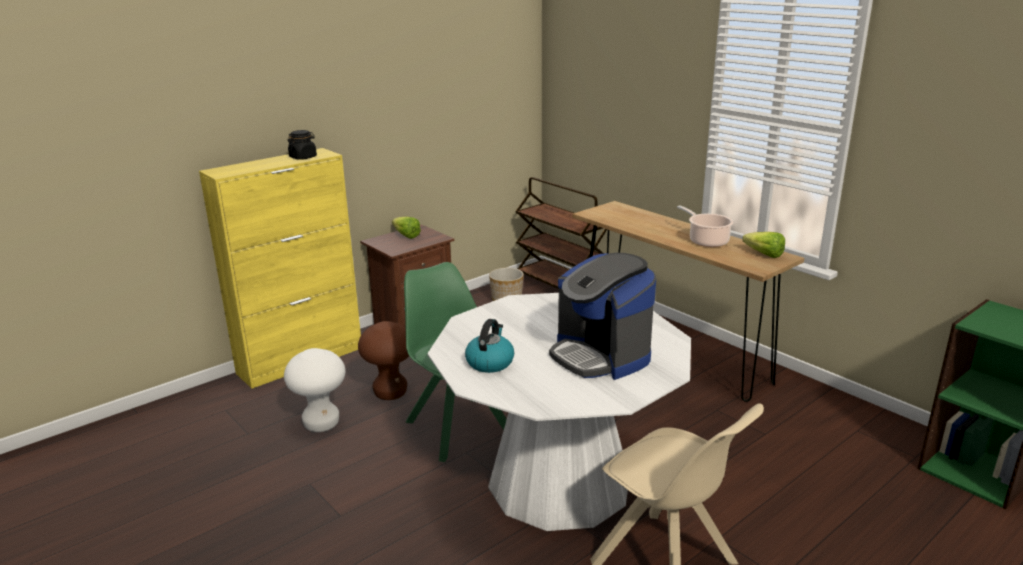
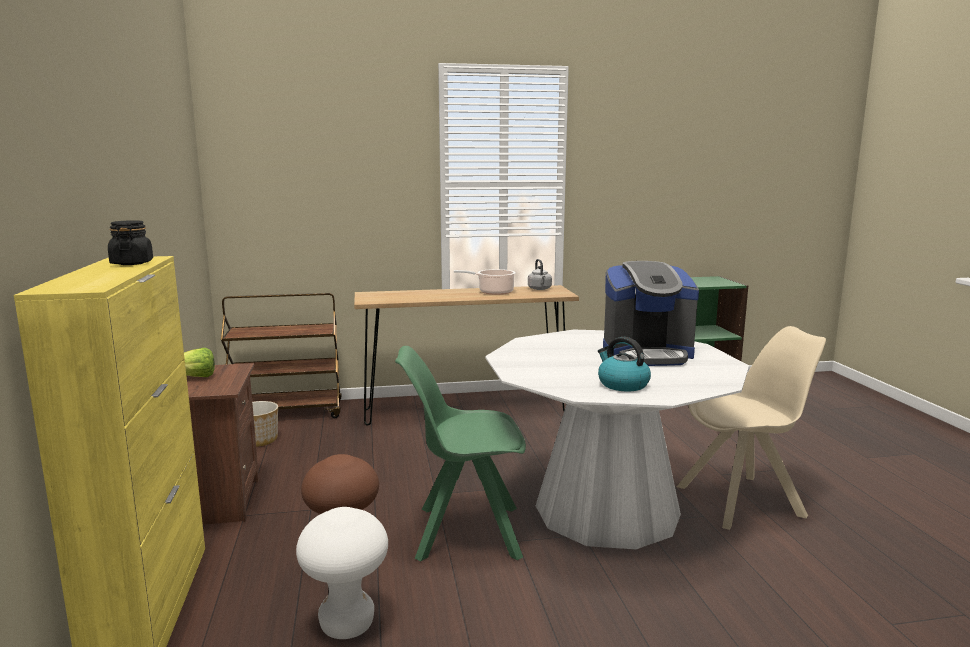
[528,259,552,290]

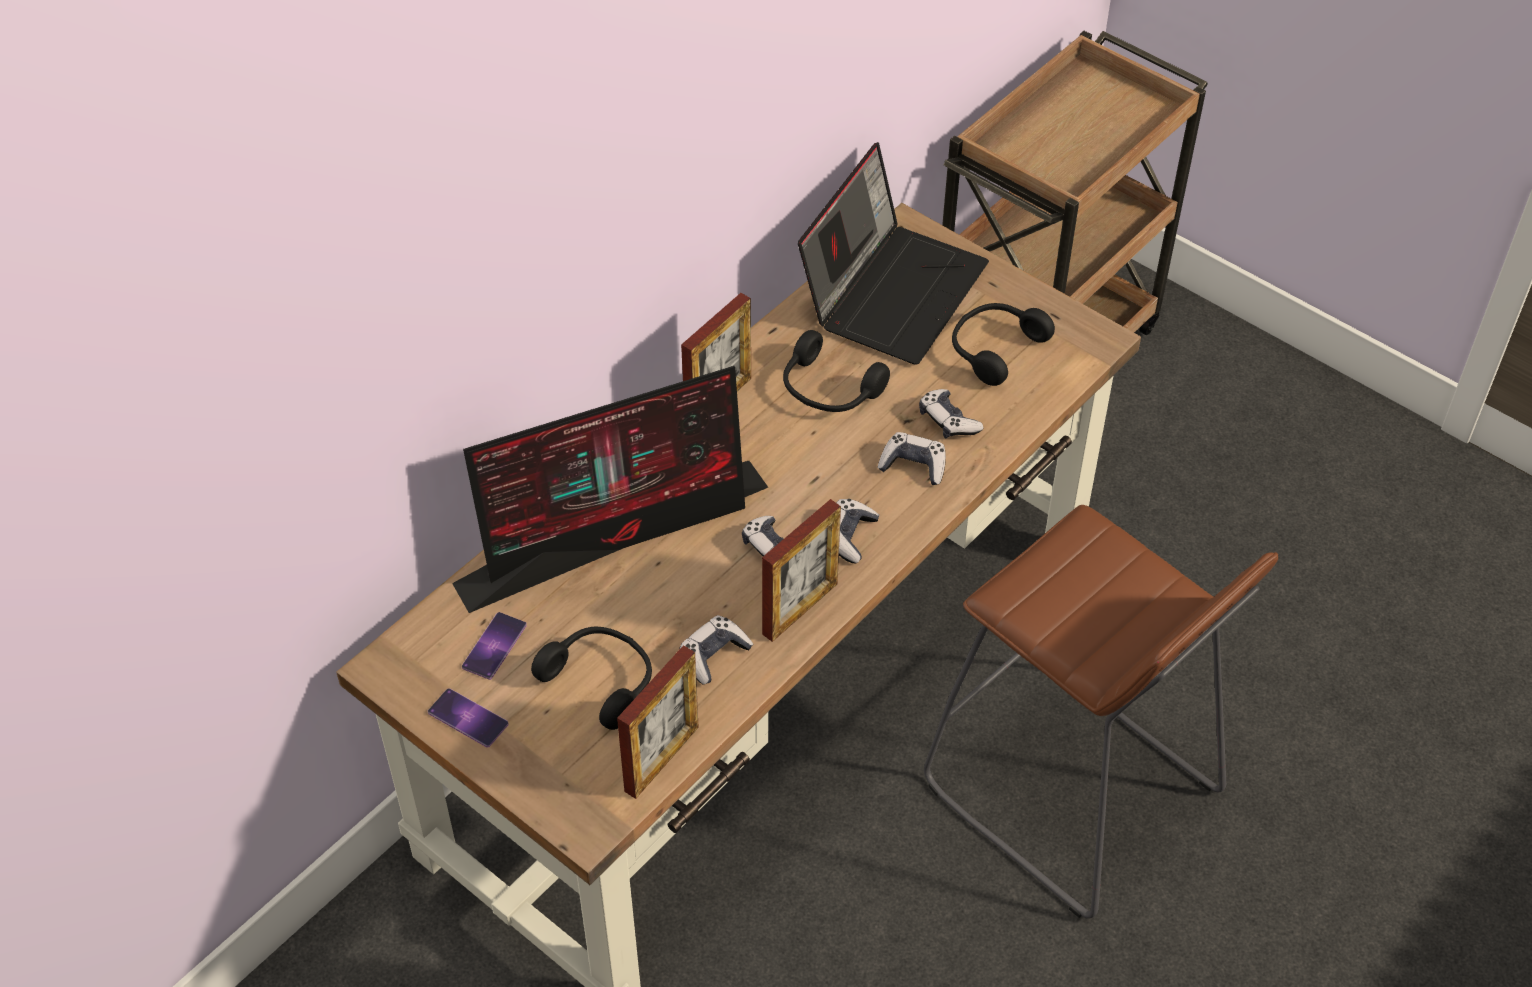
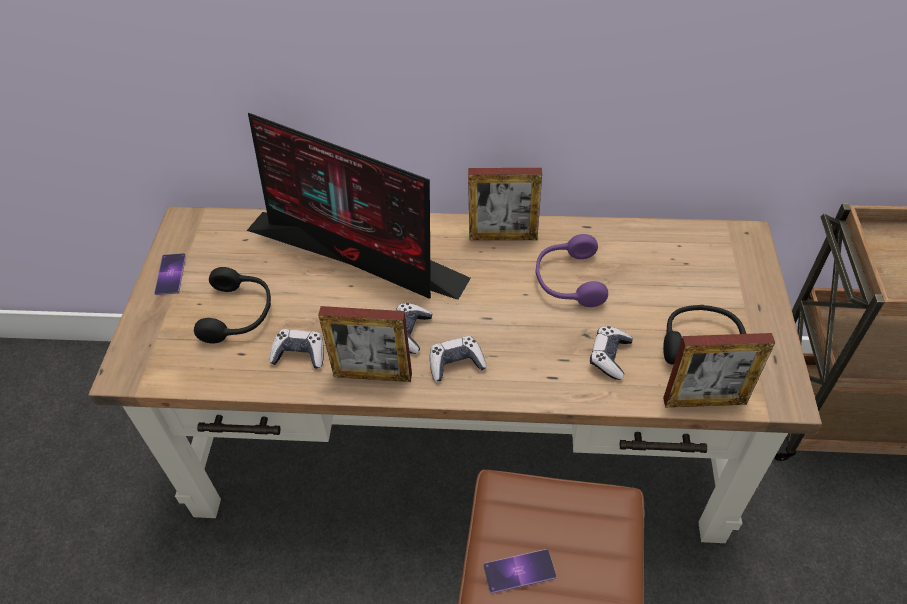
[483,549,556,594]
[535,234,608,307]
[663,333,775,407]
[798,142,989,365] (first image)
[877,432,946,485] (first image)

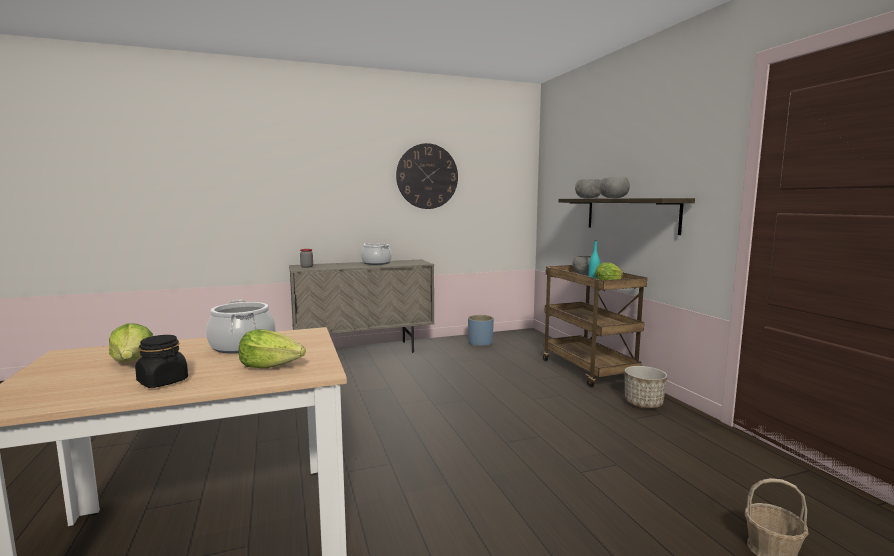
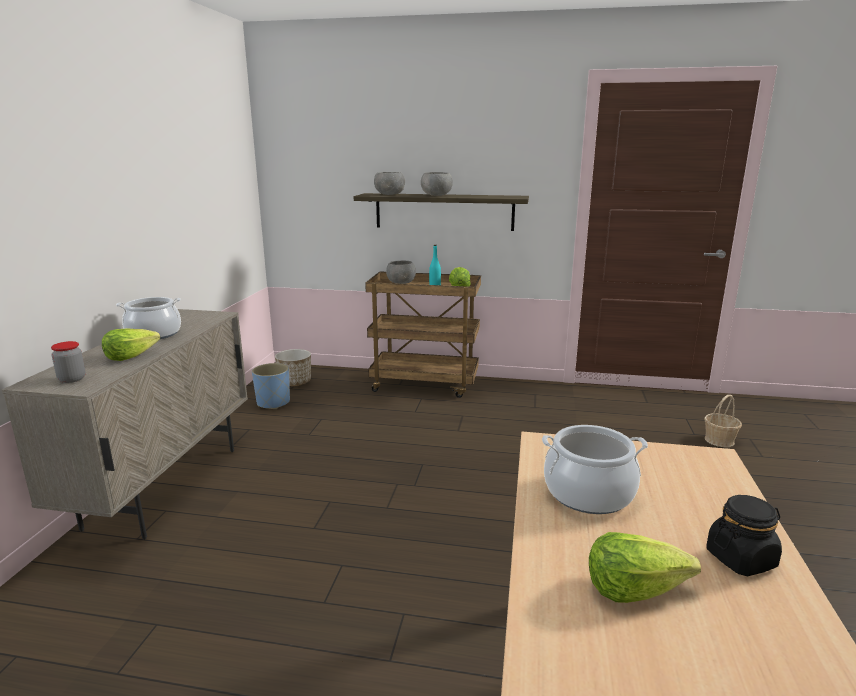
[102,328,160,361]
[275,349,311,386]
[396,143,458,209] (first image)

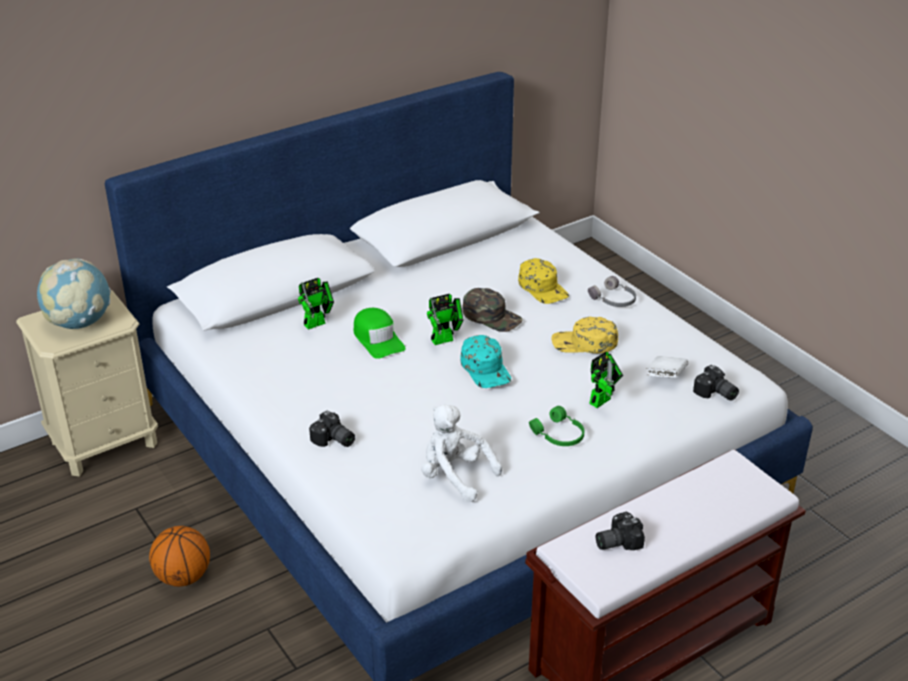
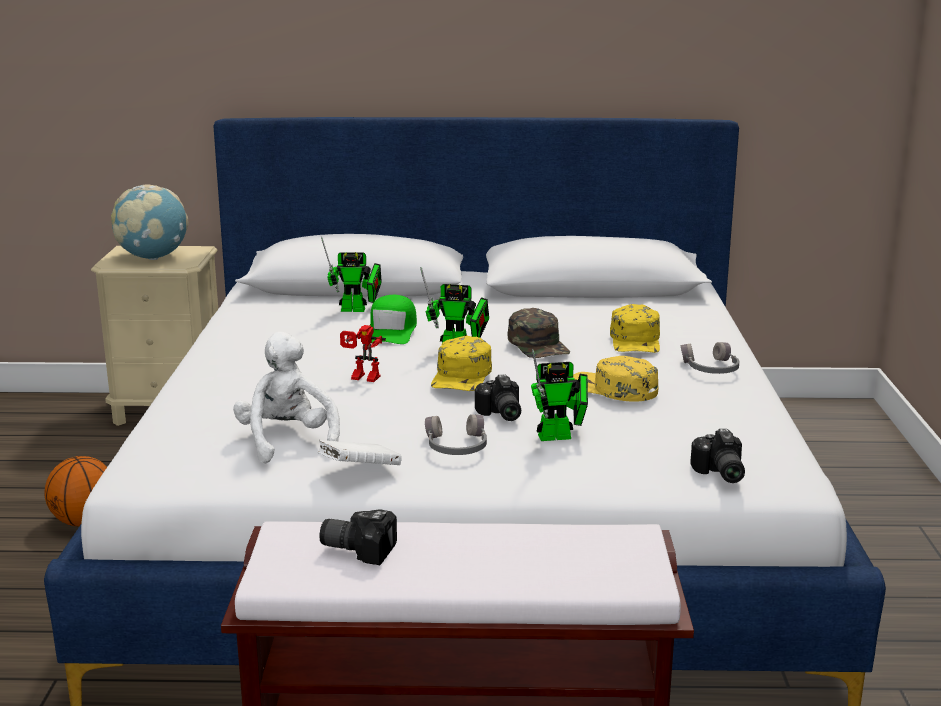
[318,440,402,465]
[340,325,386,382]
[425,414,487,455]
[431,336,492,391]
[475,374,521,421]

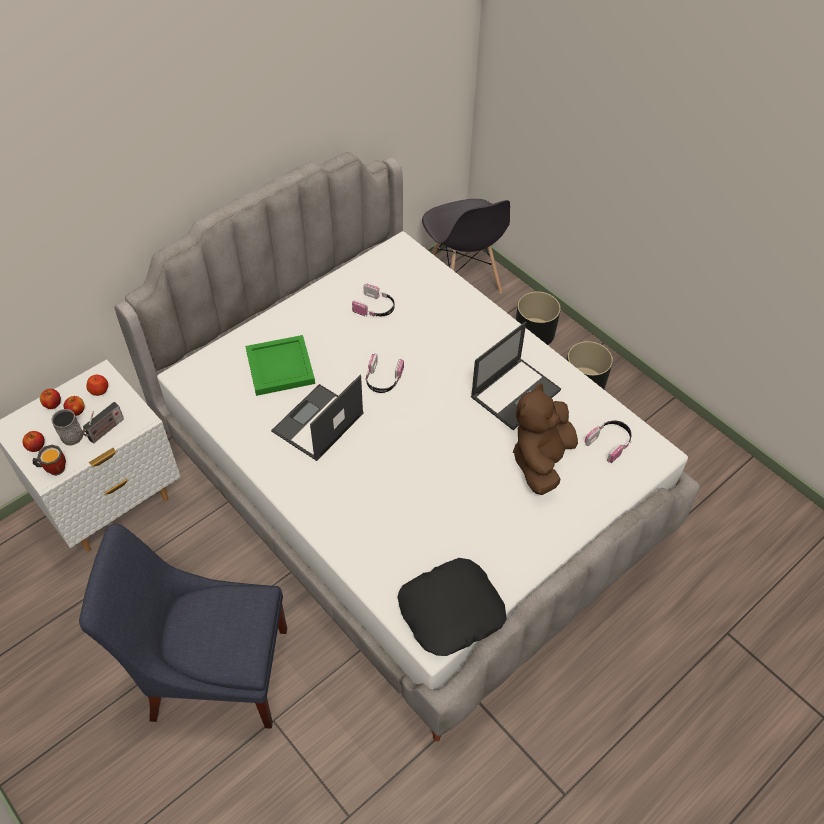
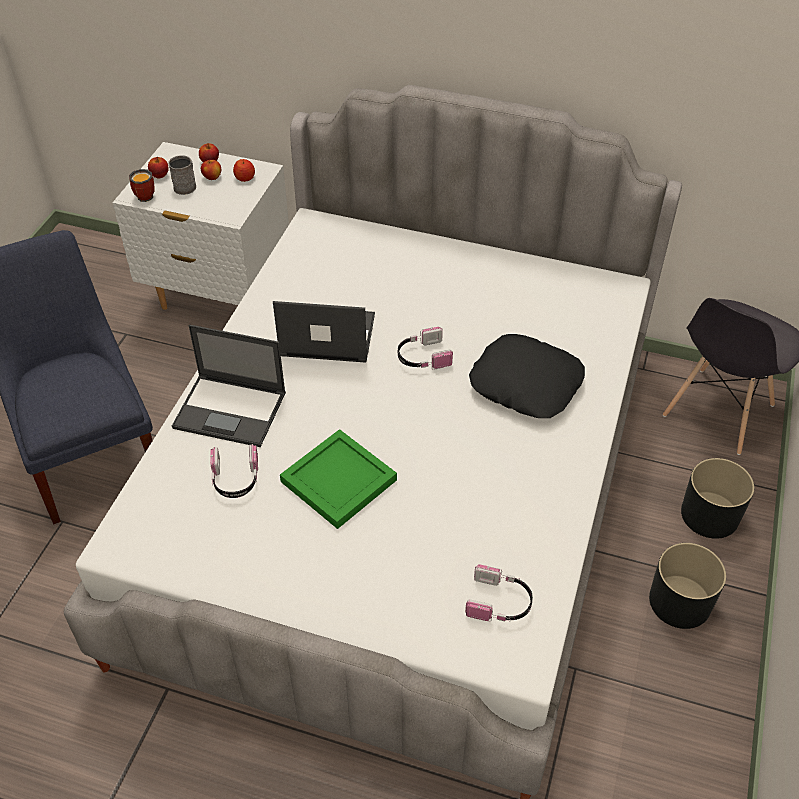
[172,325,286,447]
[210,444,258,498]
[280,429,397,529]
[469,334,585,418]
[82,402,124,444] (first image)
[513,383,578,495] (first image)

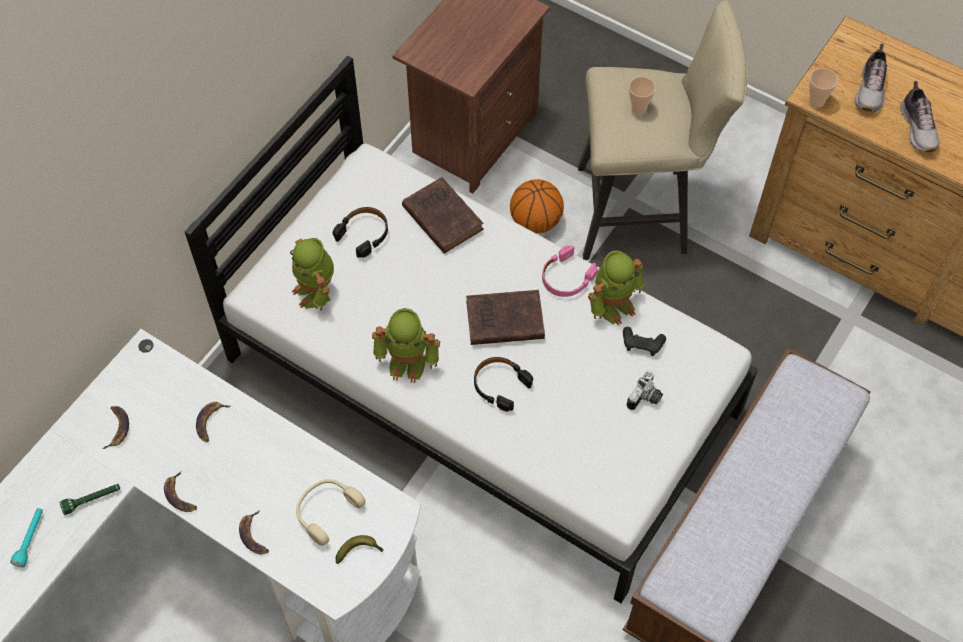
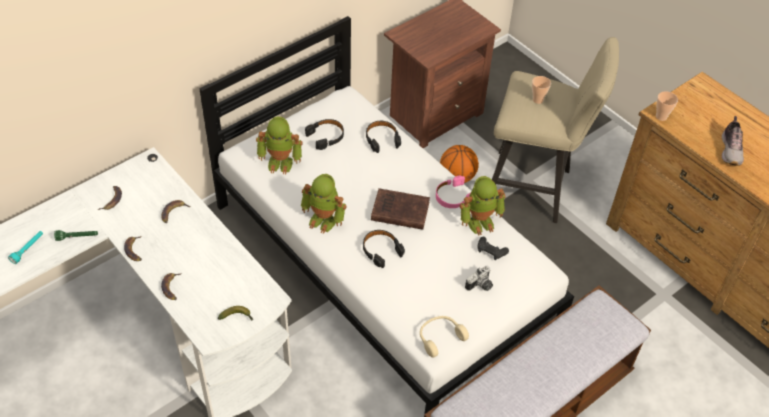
[256,116,303,174]
[366,121,401,153]
[420,316,469,357]
[855,43,887,112] (first image)

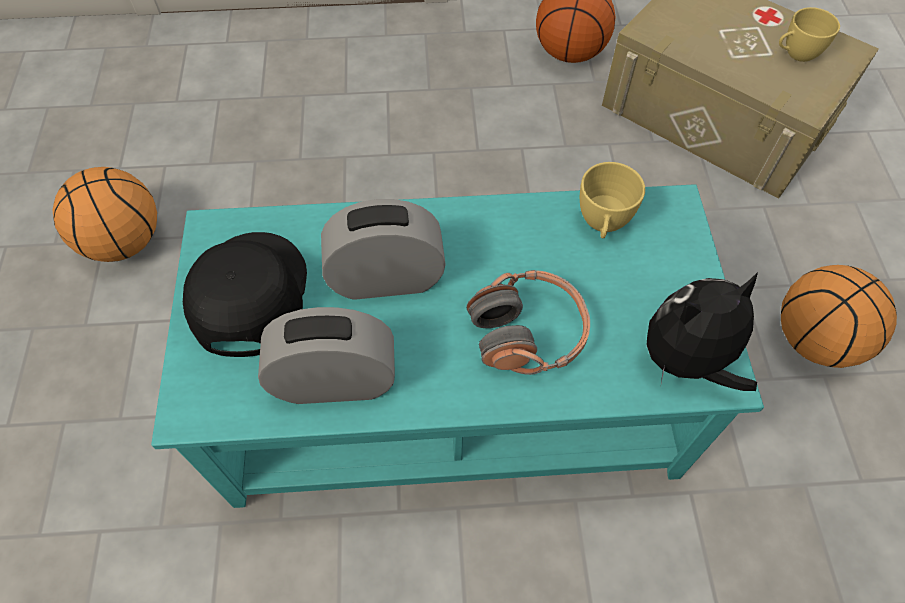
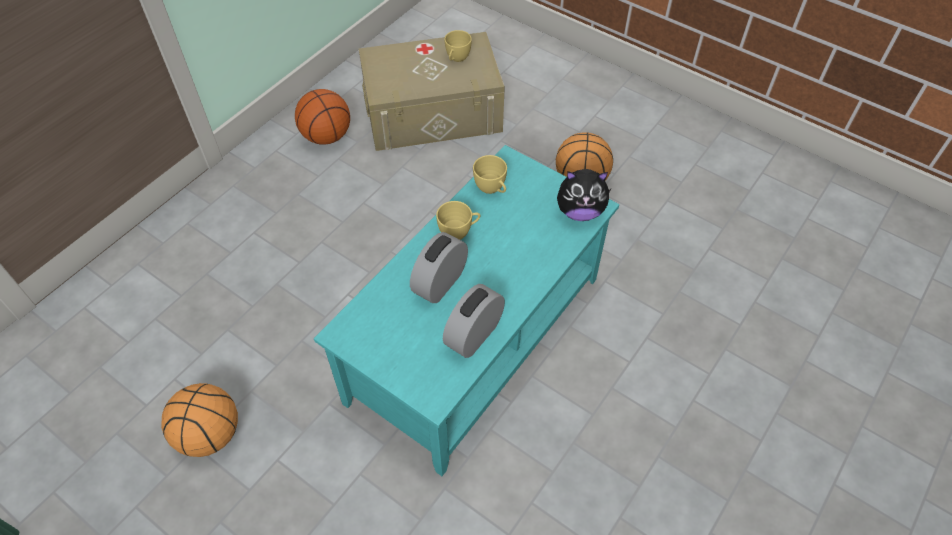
[436,201,480,240]
[557,169,612,221]
[183,232,307,357] (first image)
[467,270,590,375] (first image)

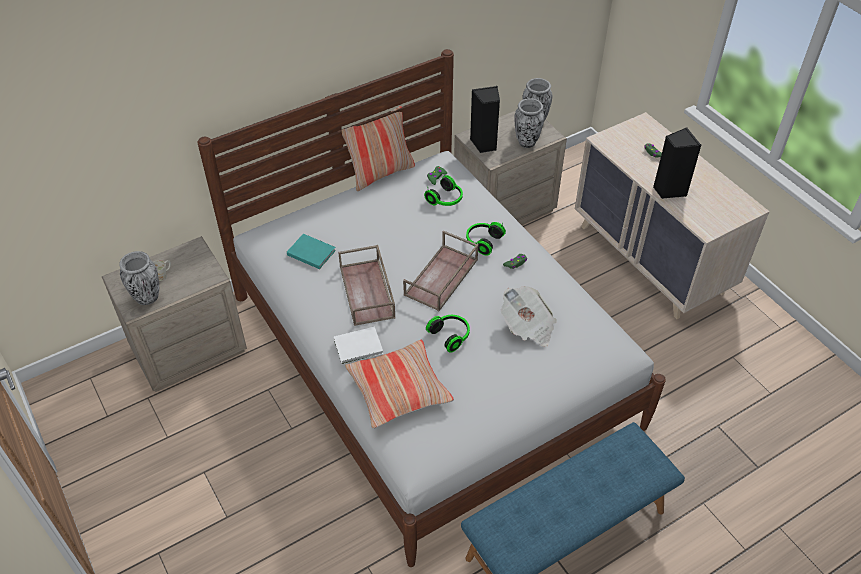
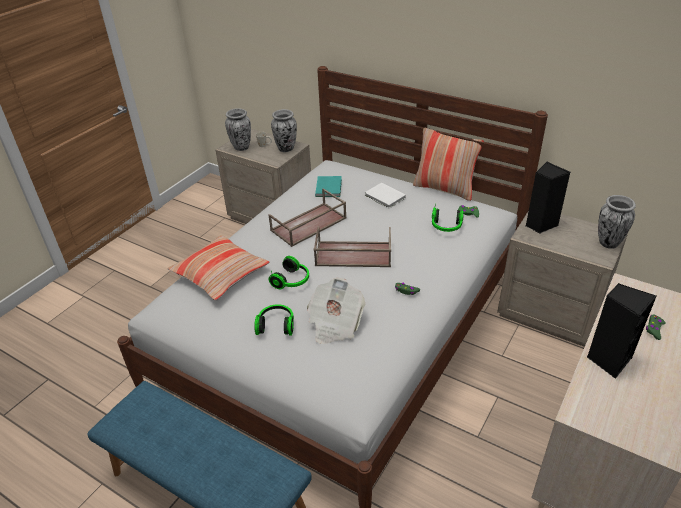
[254,304,294,336]
[271,109,297,152]
[365,183,406,208]

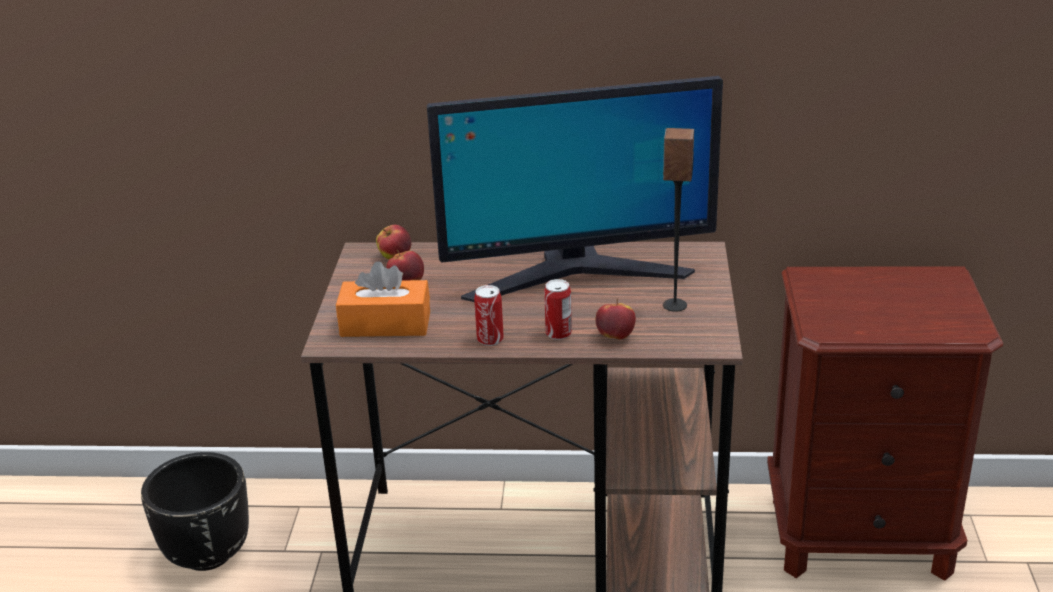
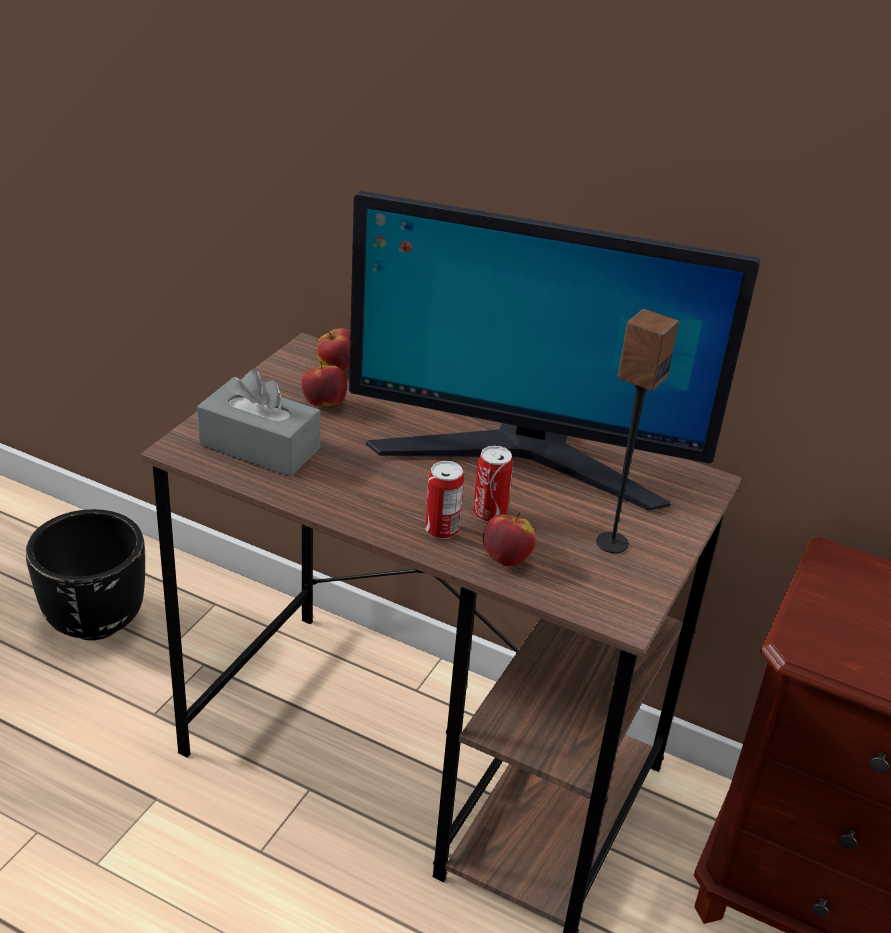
[197,370,320,477]
[473,446,513,522]

